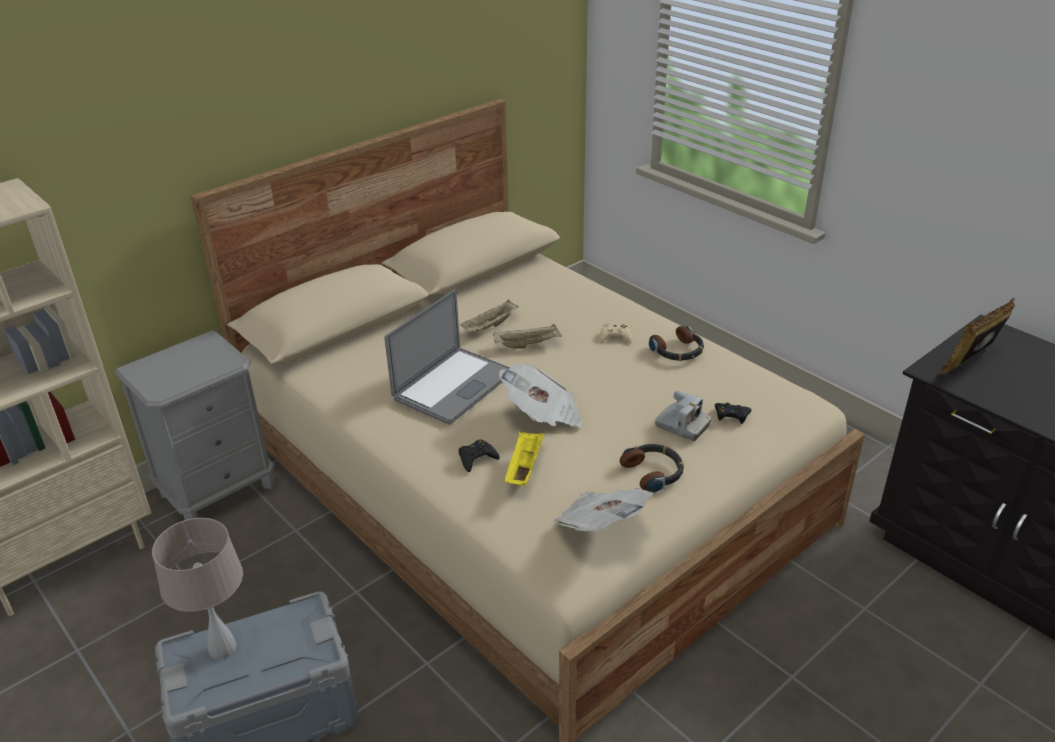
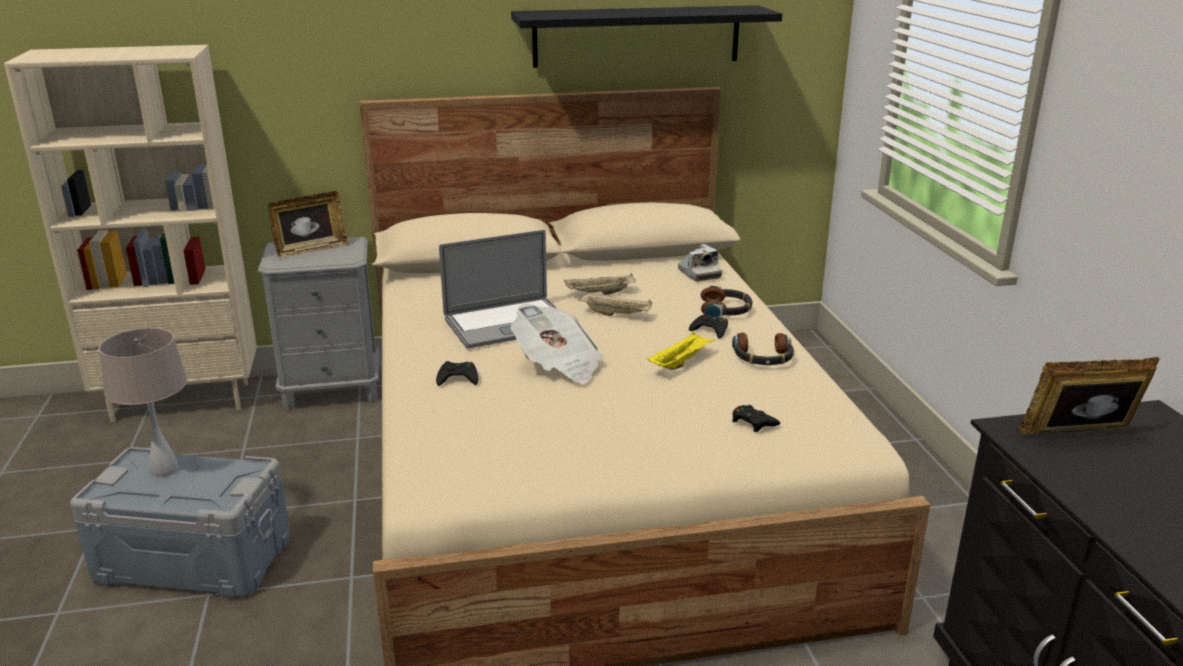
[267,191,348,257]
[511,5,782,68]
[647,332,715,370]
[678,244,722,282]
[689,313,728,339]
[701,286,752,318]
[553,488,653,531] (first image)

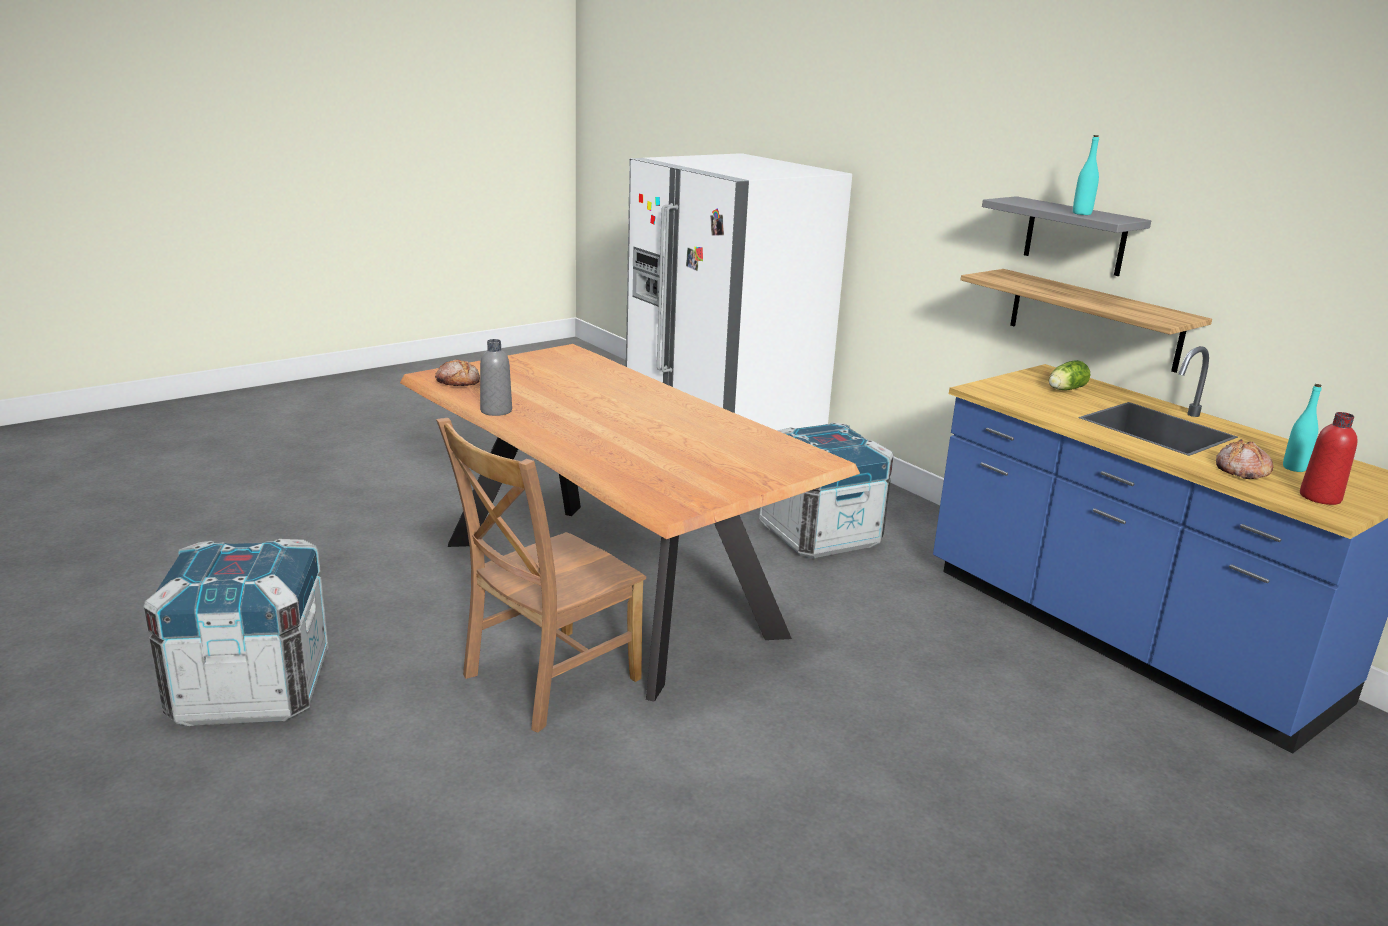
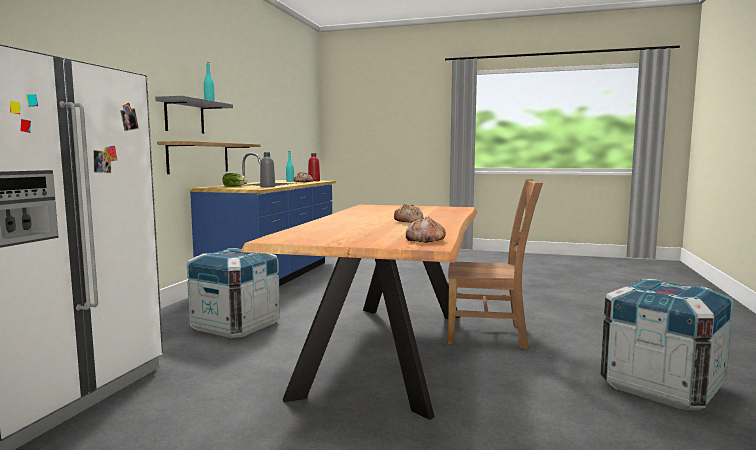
[260,152,275,187]
[394,204,424,223]

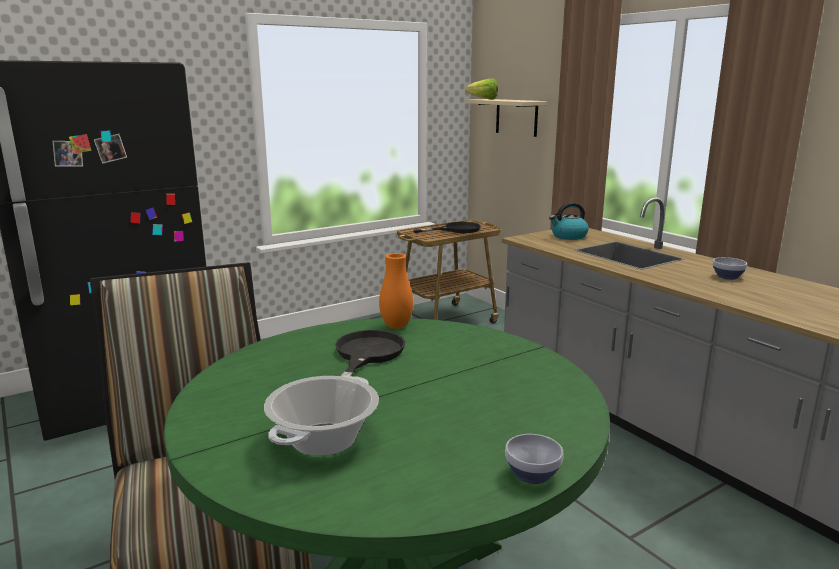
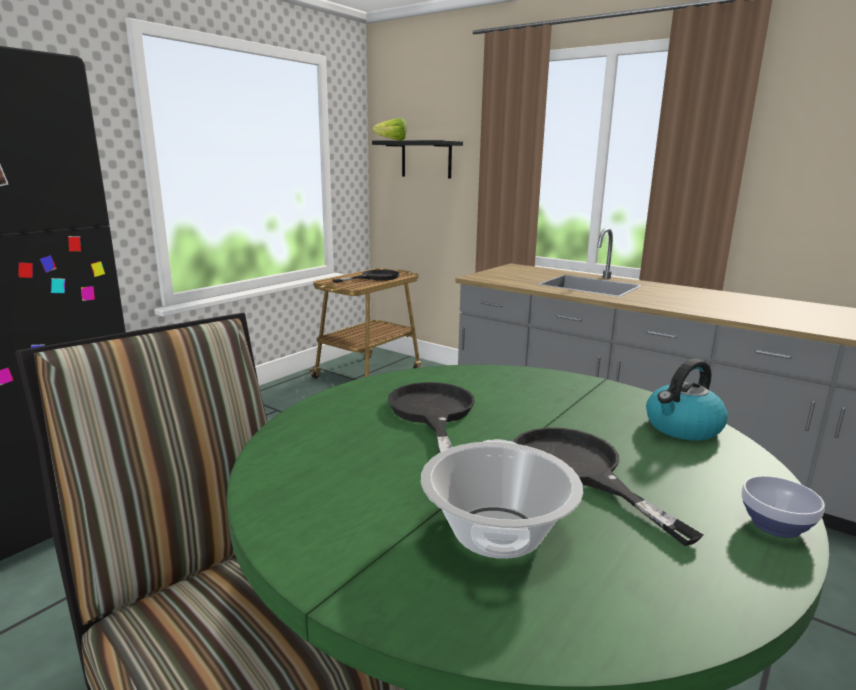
[372,140,463,178]
[513,428,703,546]
[646,359,728,441]
[379,253,413,329] (first image)
[713,257,747,280] (first image)

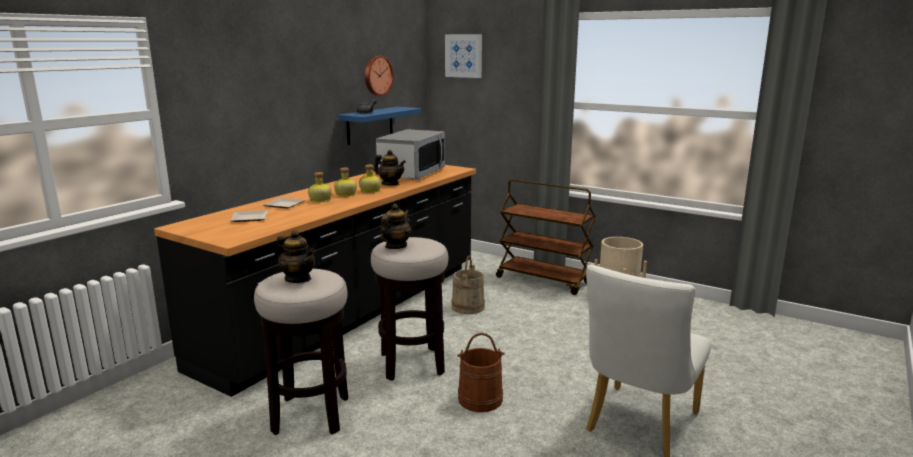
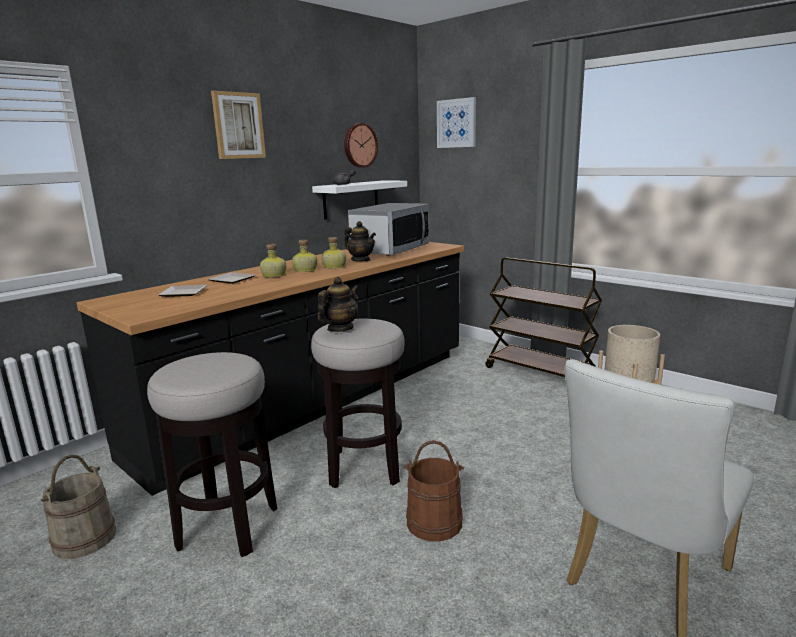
[41,455,116,559]
[211,91,266,159]
[312,180,407,220]
[277,230,315,283] (first image)

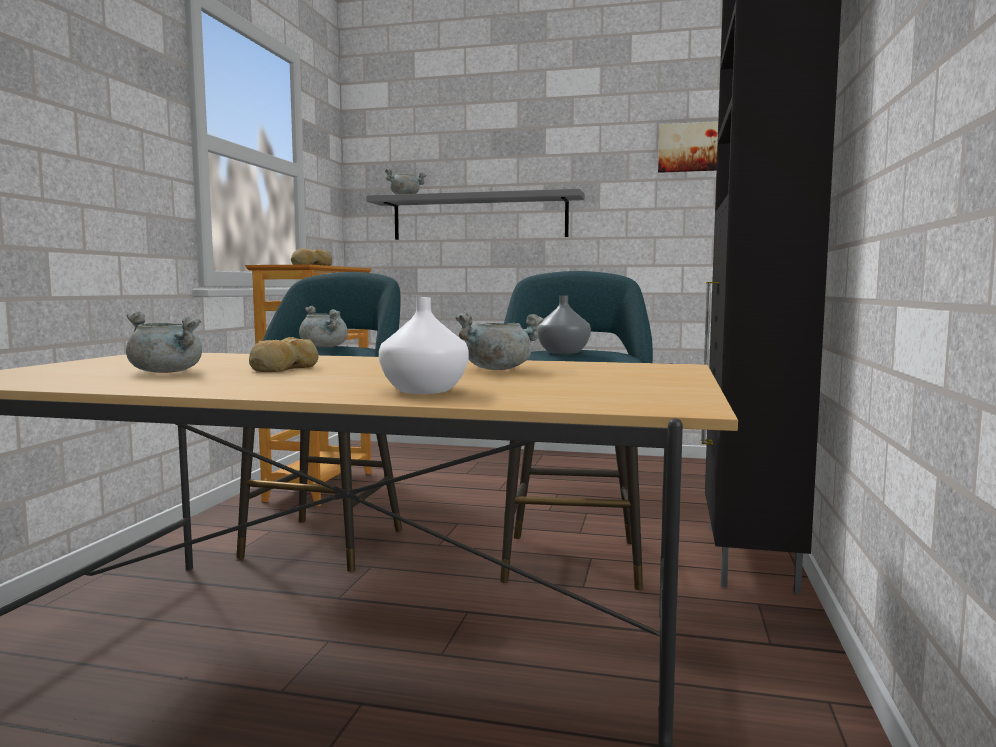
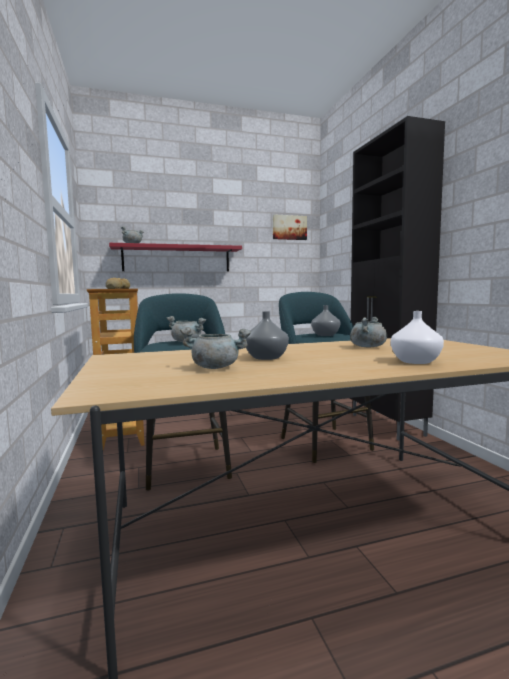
[109,243,242,271]
[246,311,289,360]

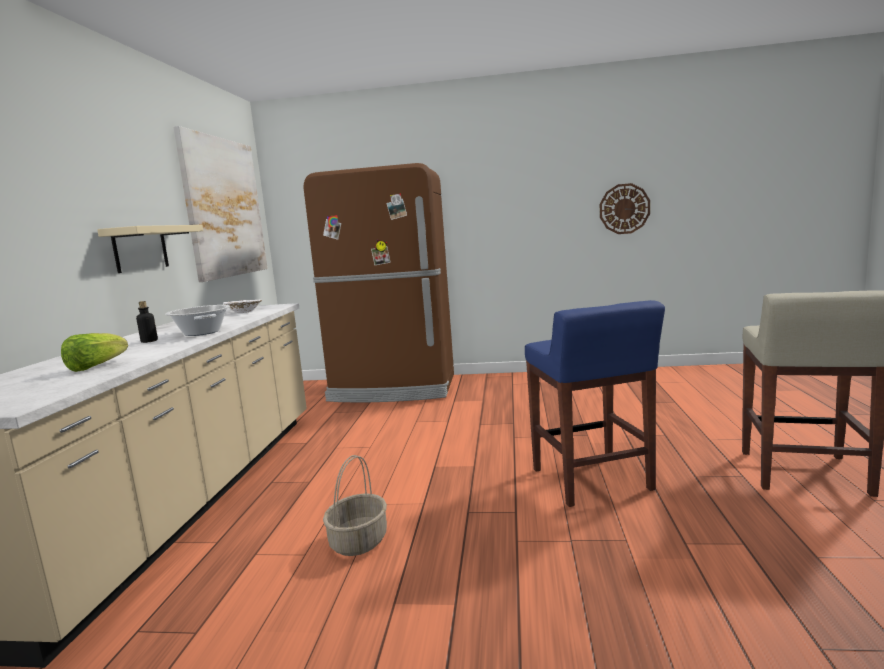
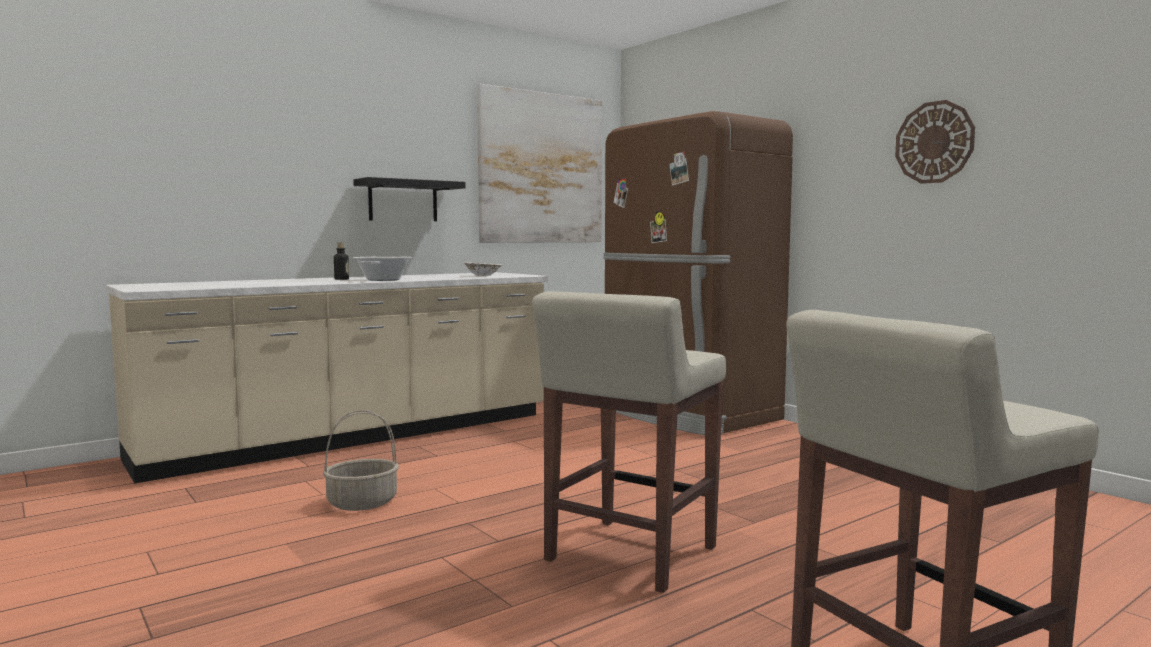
[353,177,466,221]
[532,291,726,593]
[895,100,975,184]
[61,333,128,372] (first image)

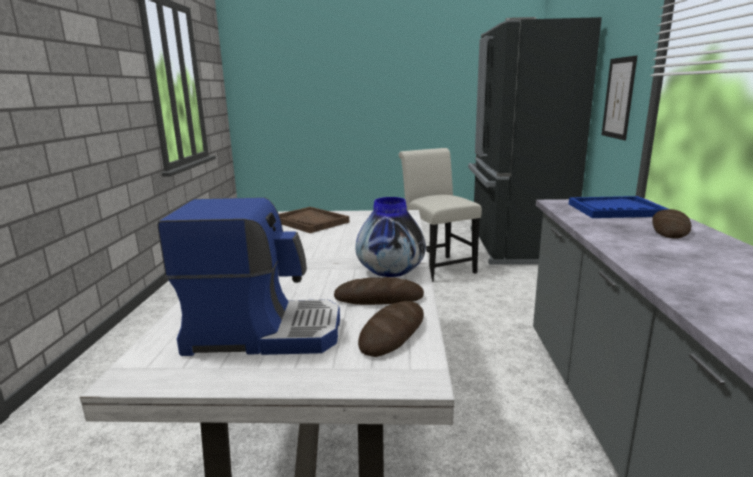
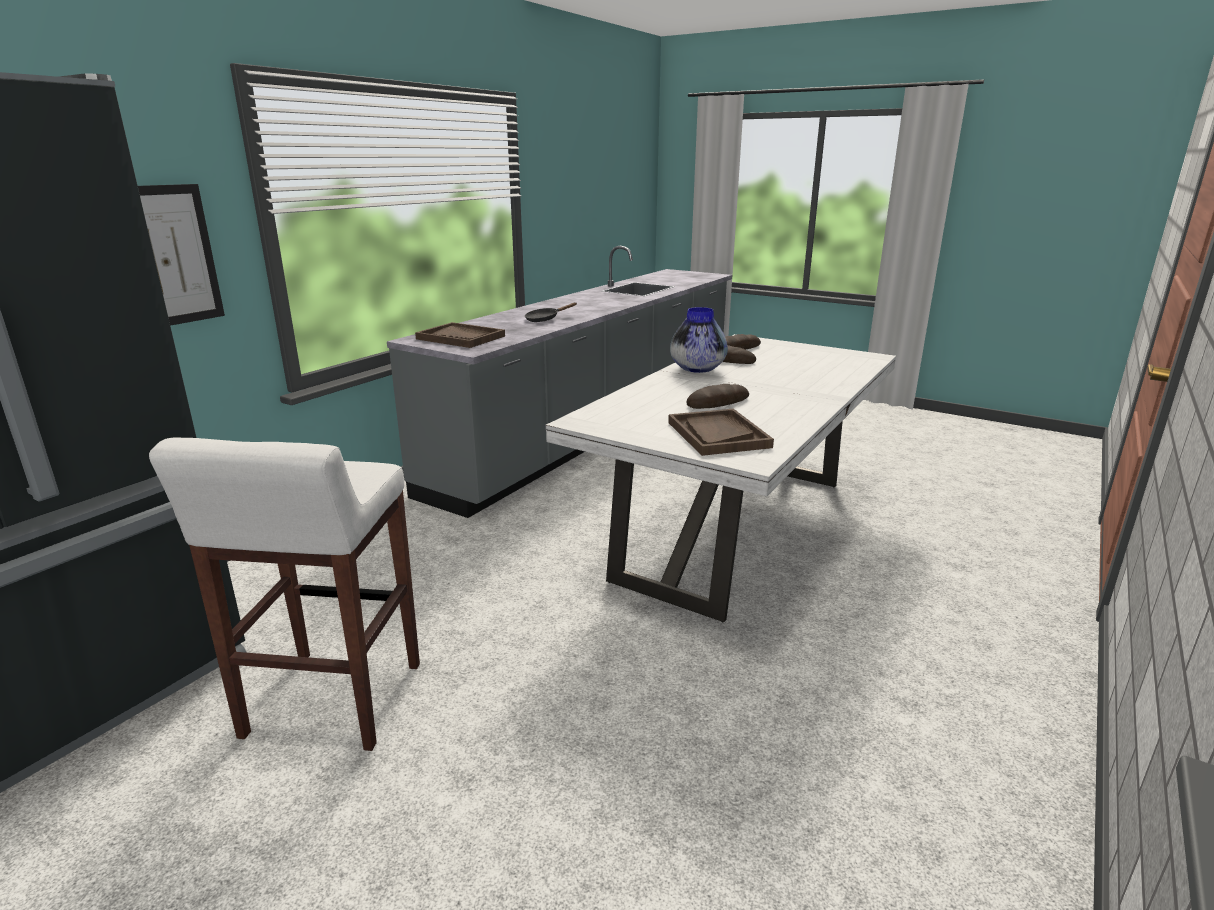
[149,437,420,751]
[415,322,505,348]
[525,302,577,322]
[686,384,749,409]
[158,197,340,356] (first image)

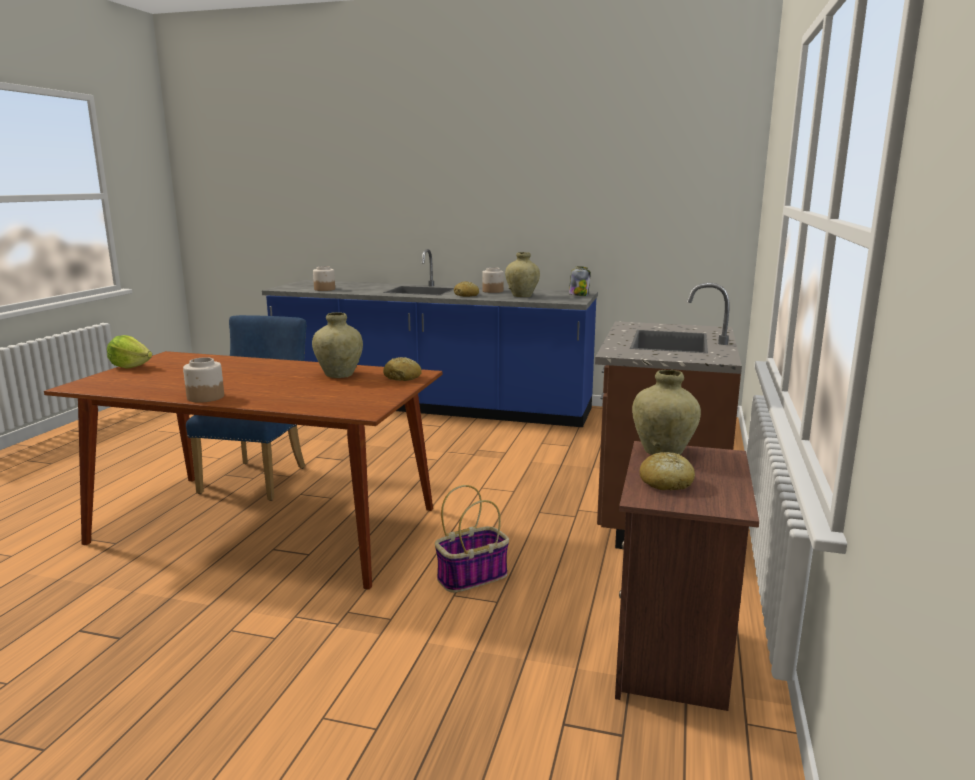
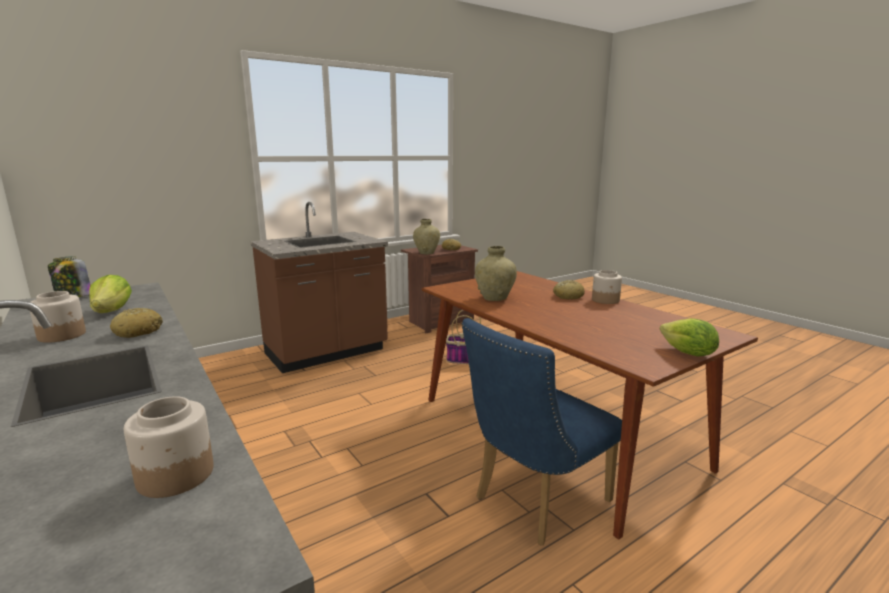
[89,275,132,313]
[553,280,585,300]

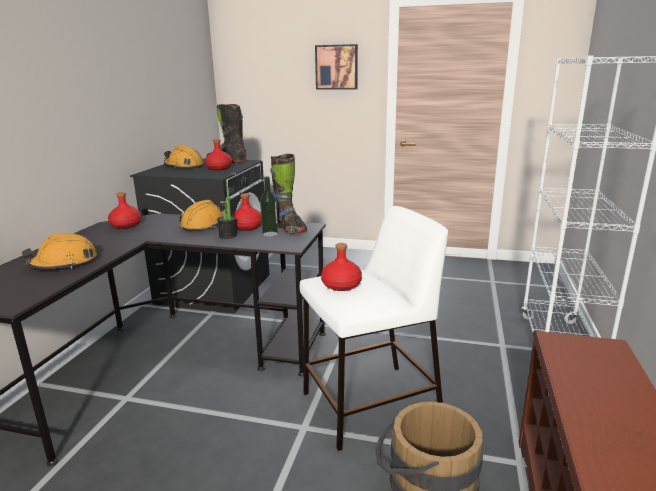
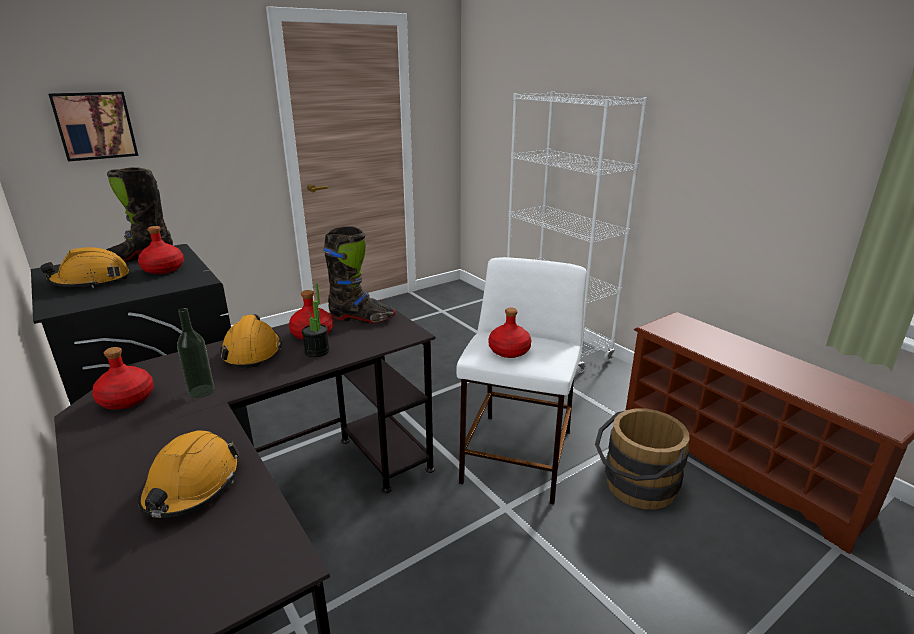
[48,91,138,162]
[177,308,214,398]

